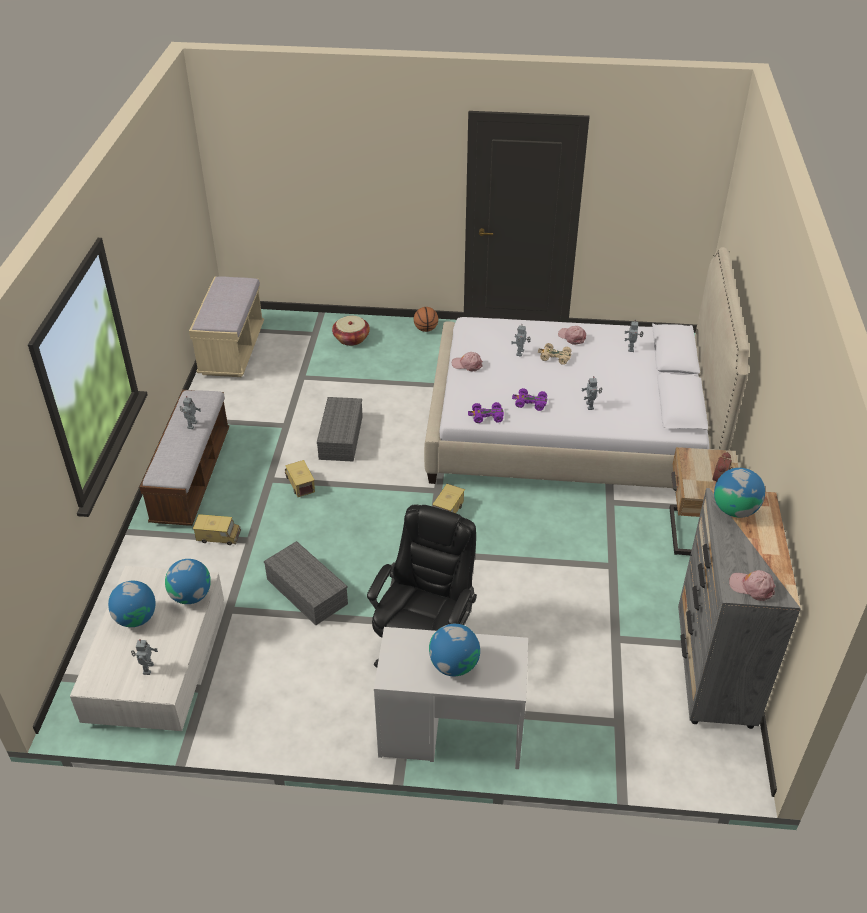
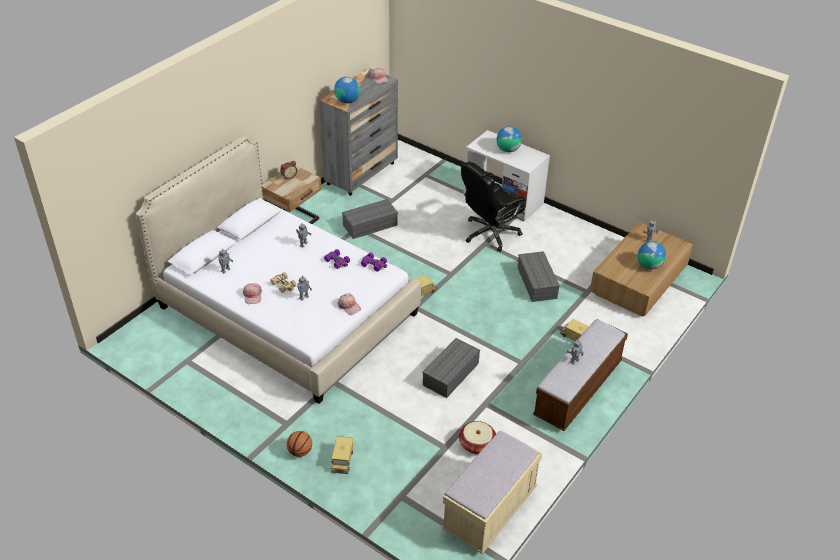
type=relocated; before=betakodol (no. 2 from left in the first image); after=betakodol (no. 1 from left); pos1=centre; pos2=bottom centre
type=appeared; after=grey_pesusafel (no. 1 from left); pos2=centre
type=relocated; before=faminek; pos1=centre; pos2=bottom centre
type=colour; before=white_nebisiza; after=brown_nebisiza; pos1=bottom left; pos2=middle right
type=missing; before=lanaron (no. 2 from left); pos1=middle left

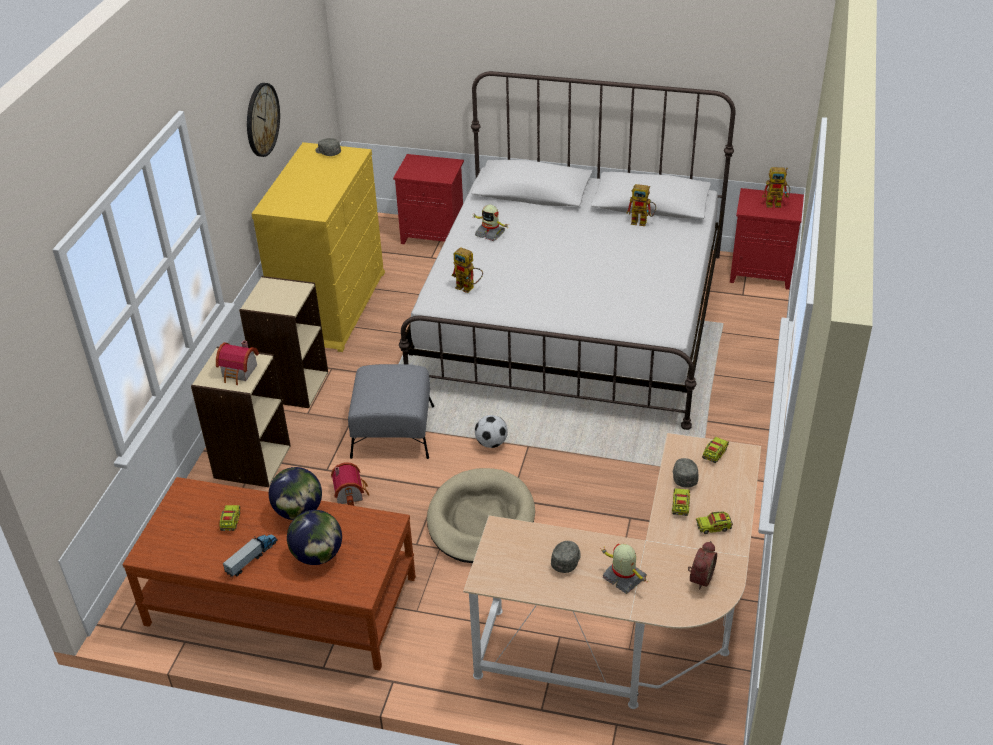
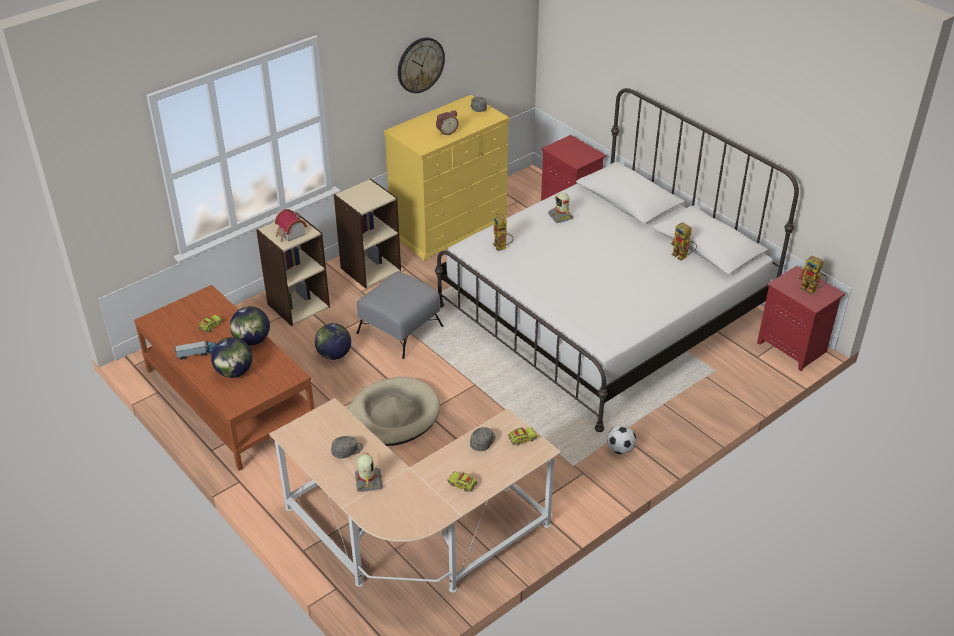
type=exchanged; before=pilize (no. 2 from left); after=lanaron (no. 3 from left); pos1=centre; pos2=centre
type=relocated; before=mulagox; pos1=bottom right; pos2=top centre
type=relocated; before=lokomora; pos1=centre; pos2=bottom centre
type=missing; before=betakodol (no. 3 from left); pos1=bottom right

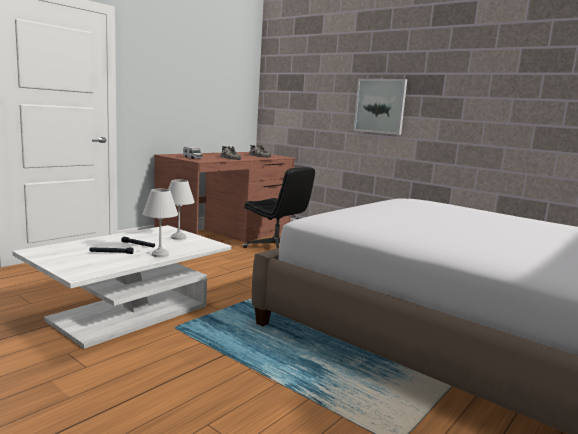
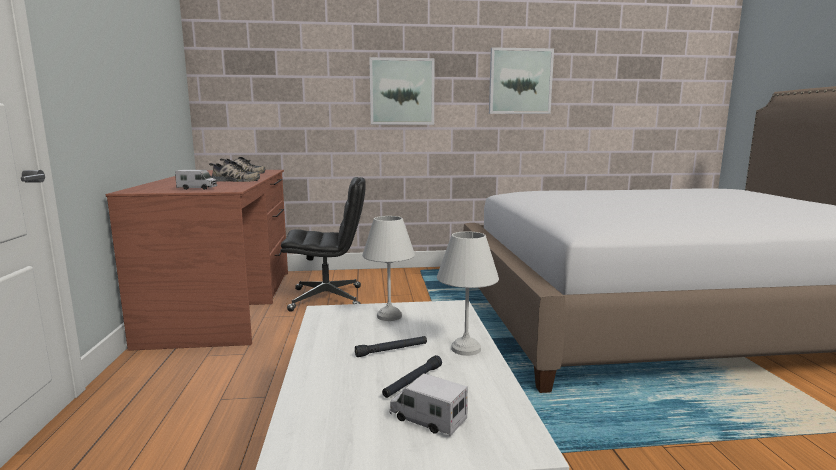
type=appeared; after=betakodol (no. 2 from left); pos2=bottom centre
type=appeared; after=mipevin (no. 2 from left); pos2=top centre

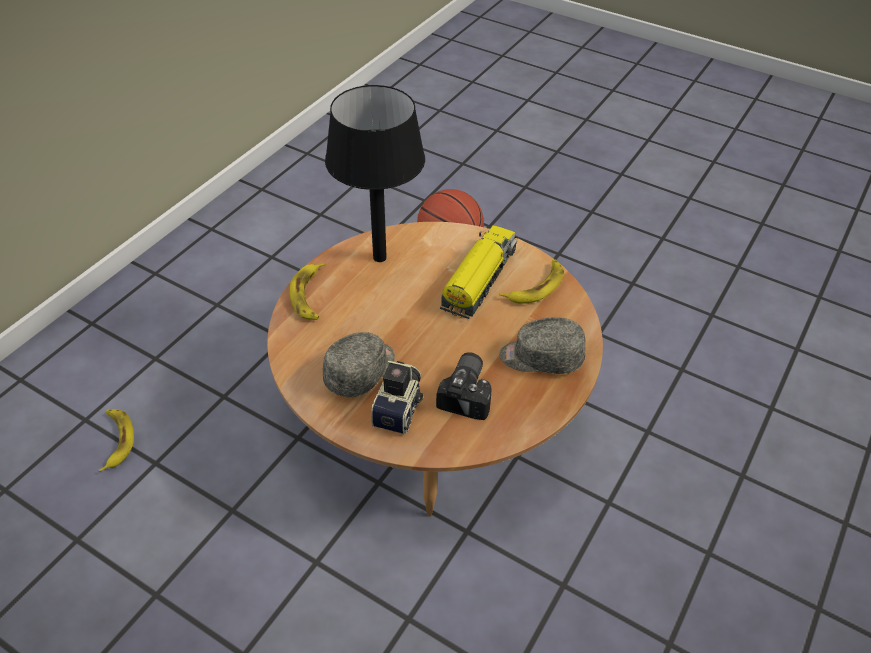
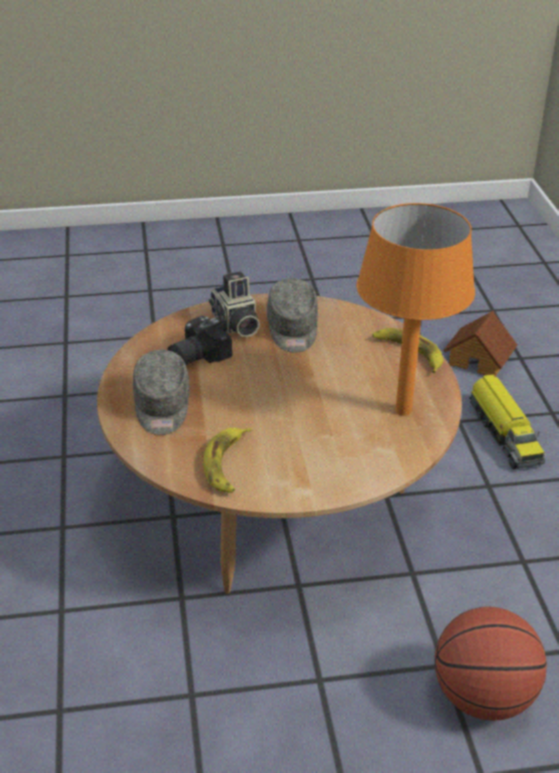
type=spun; before=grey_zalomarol (no. 2 from left in the first image); pos1=centre; pos2=middle left; turn=120
type=spun; before=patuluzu (no. 2 from left in the first image); pos1=centre; pos2=centre; turn=75
type=colour; before=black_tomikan; after=orange_tomikan; pos1=top centre; pos2=middle right
type=exchanged; before=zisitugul (no. 1 from left); after=pilize; pos1=bottom left; pos2=middle right
type=relocated; before=betakodol; pos1=centre; pos2=middle right

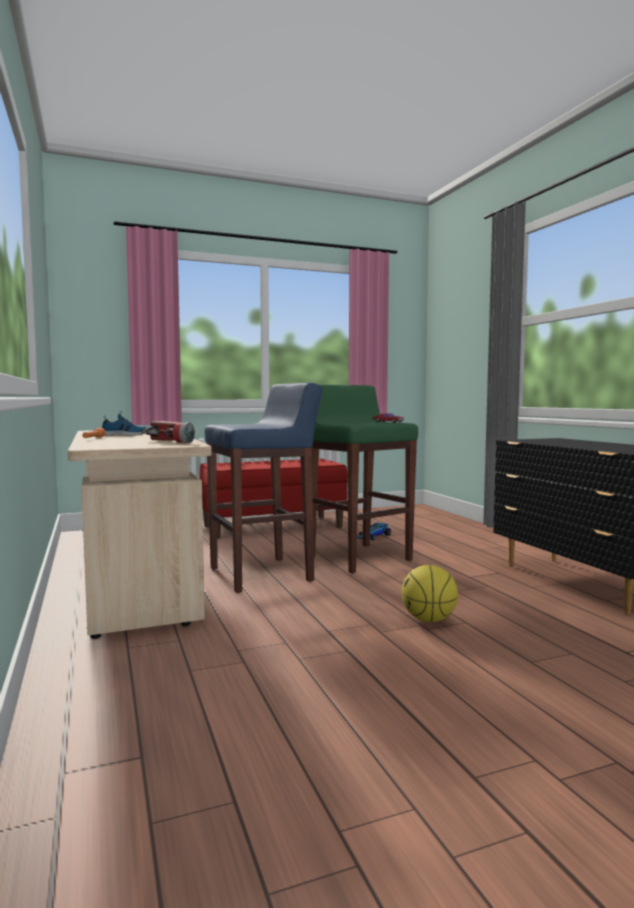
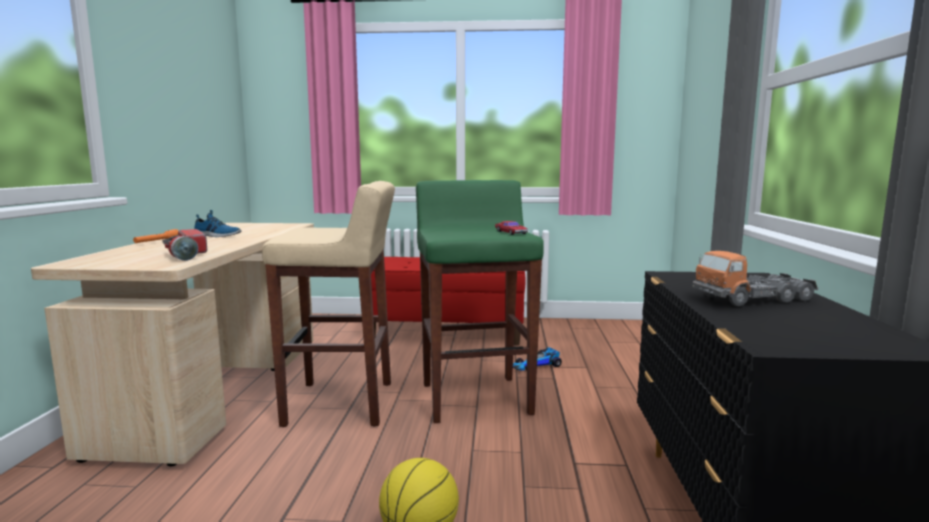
type=colour; before=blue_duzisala; after=beige_duzisala; pos1=centre; pos2=centre
type=appeared; after=betakodol; pos2=middle right

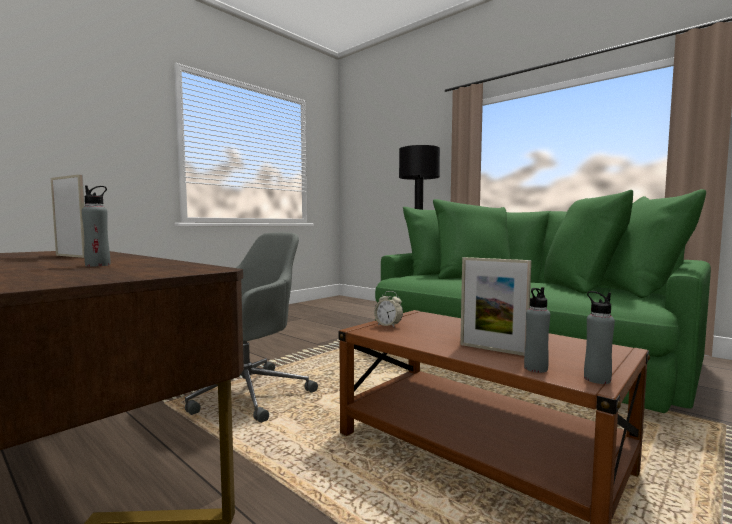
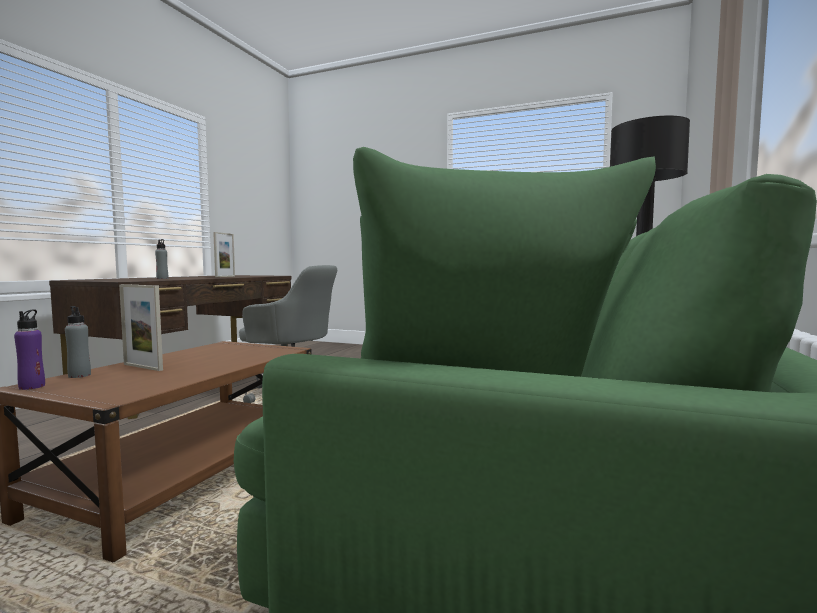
type=colour; before=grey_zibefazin (no. 3 from left); after=purple_zibefazin; pos1=middle right; pos2=middle left
type=spun; before=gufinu (no. 2 from left in the first image); pos1=middle right; pos2=middle left; turn=-75
type=missing; before=mulagox; pos1=centre

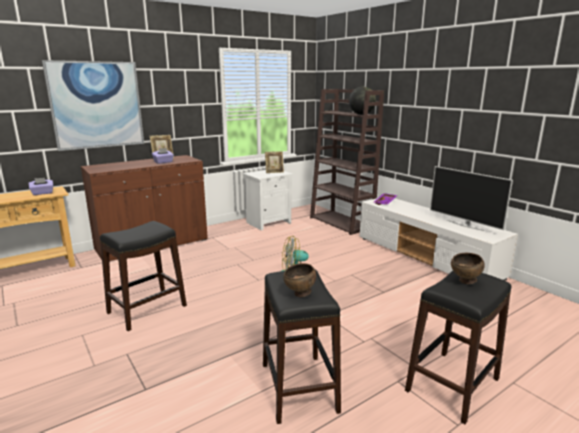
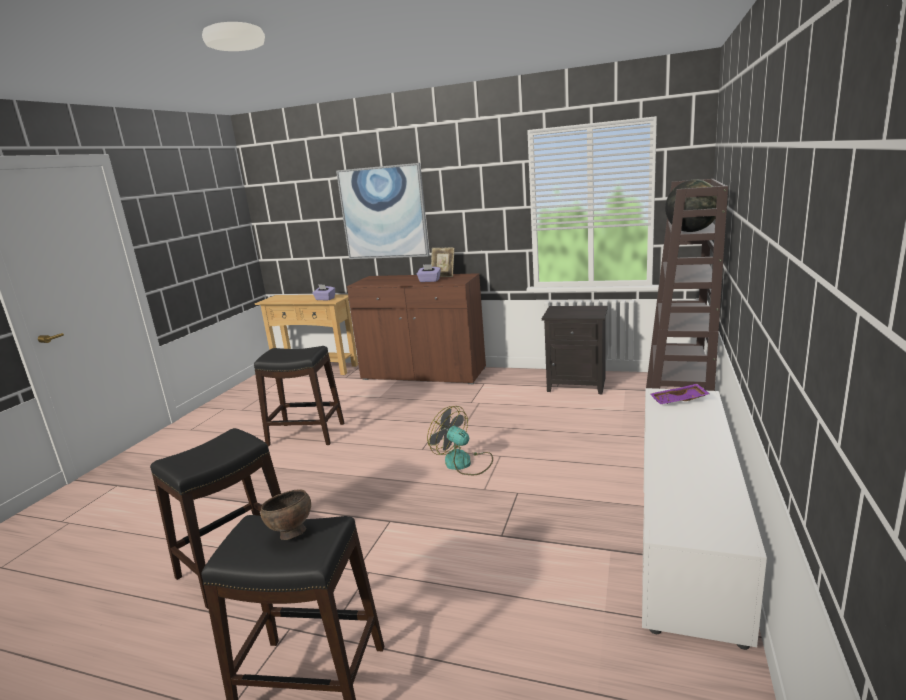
type=colour; before=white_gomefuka; after=black_gomefuka; pos1=centre; pos2=centre
type=missing; before=gufinu (no. 2 from left); pos1=centre
type=missing; before=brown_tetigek (no. 1 from left); pos1=centre
type=missing; before=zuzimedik; pos1=middle right

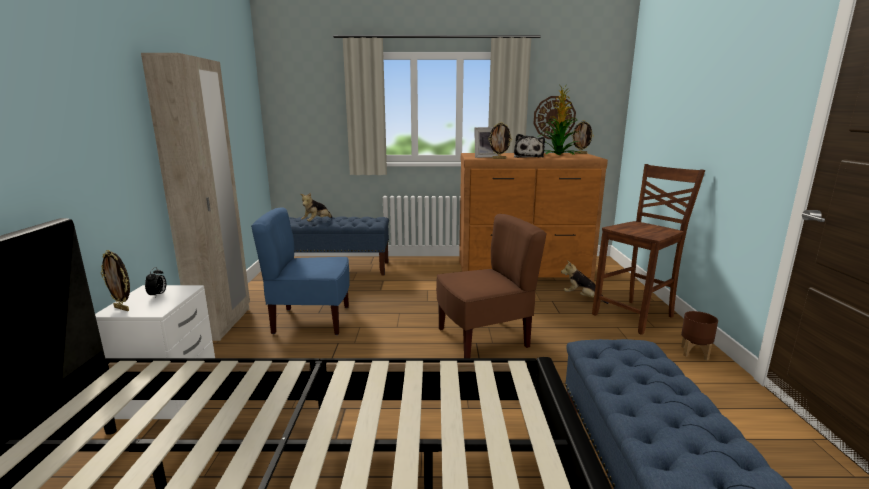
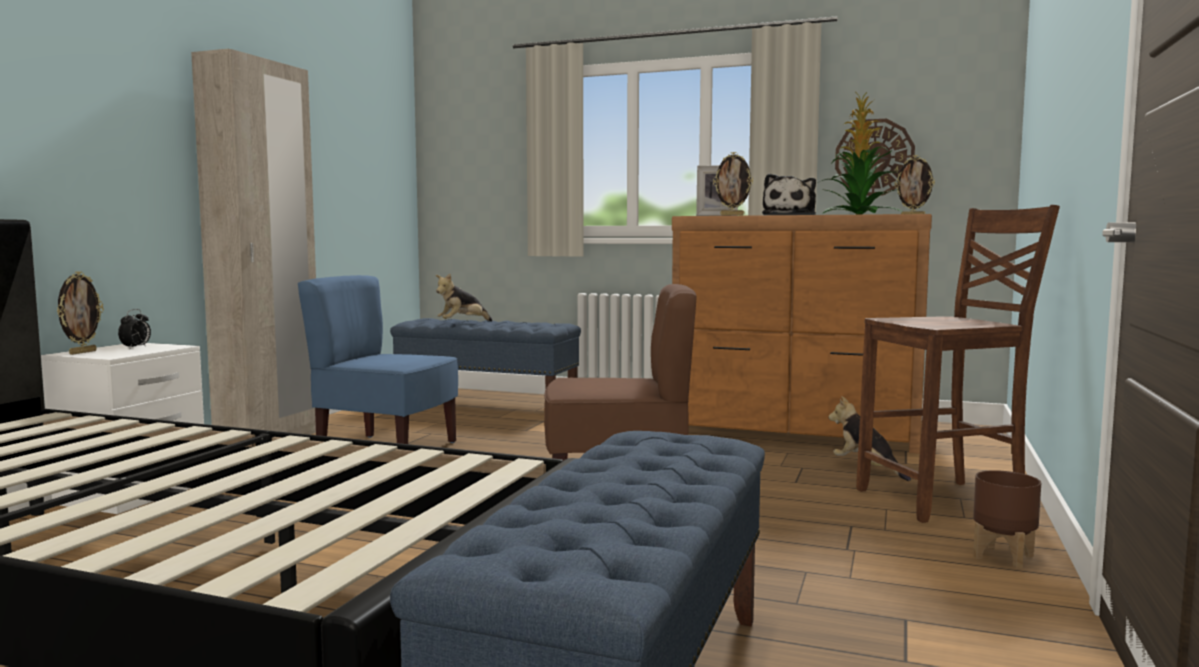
type=spun; before=gufinu (no. 1 from left); pos1=middle left; pos2=middle left; turn=-120

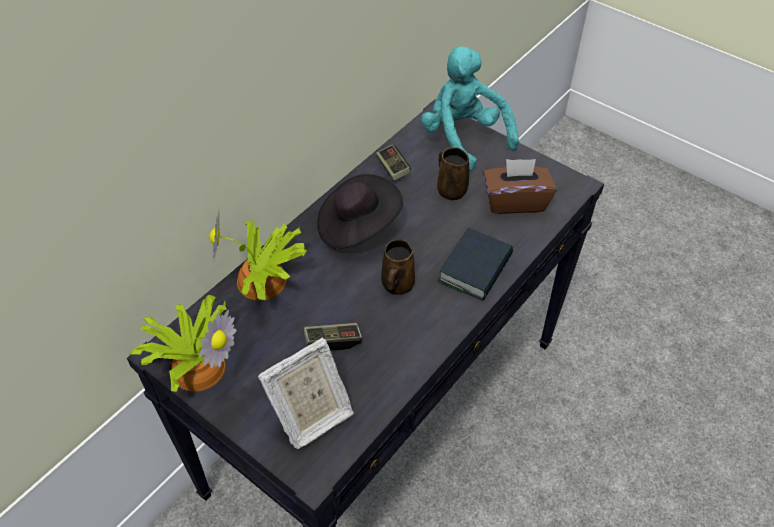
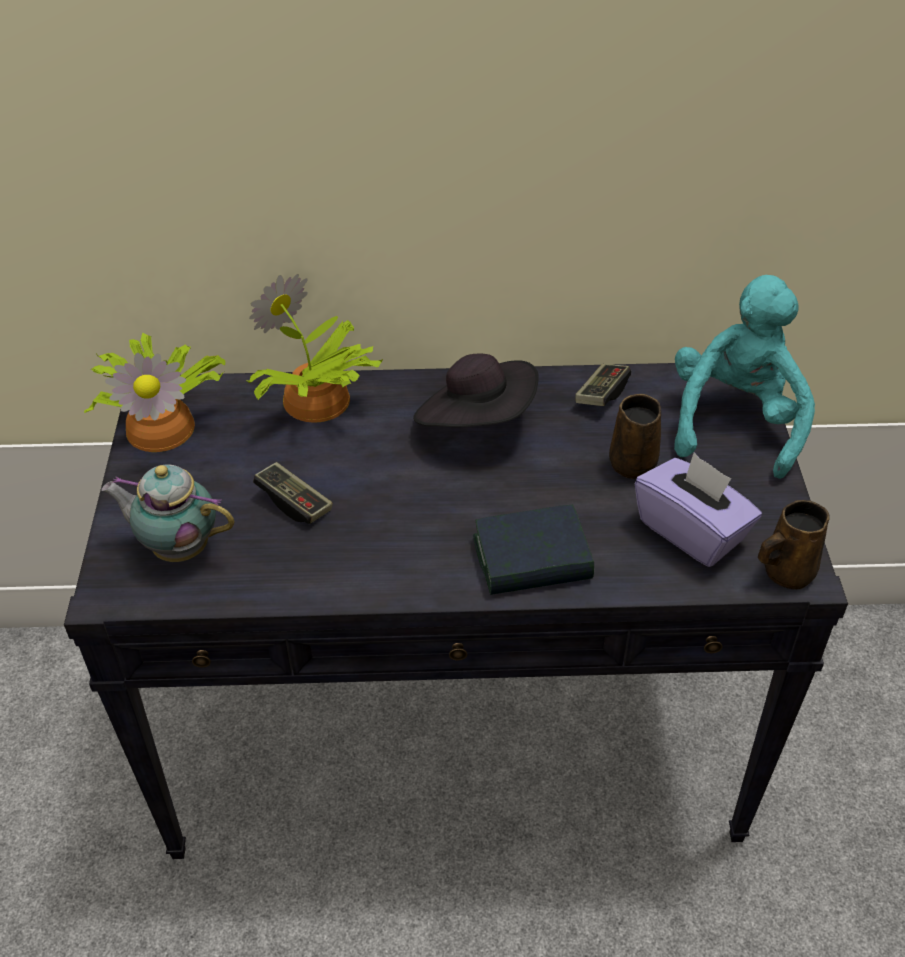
type=exchanged; before=gufinu; after=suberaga; pos1=bottom centre; pos2=middle left
type=colour; before=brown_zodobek; after=purple_zodobek; pos1=middle right; pos2=middle right
type=relocated; before=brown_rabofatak (no. 1 from left in the first image); after=brown_rabofatak (no. 2 from left); pos1=centre; pos2=middle right

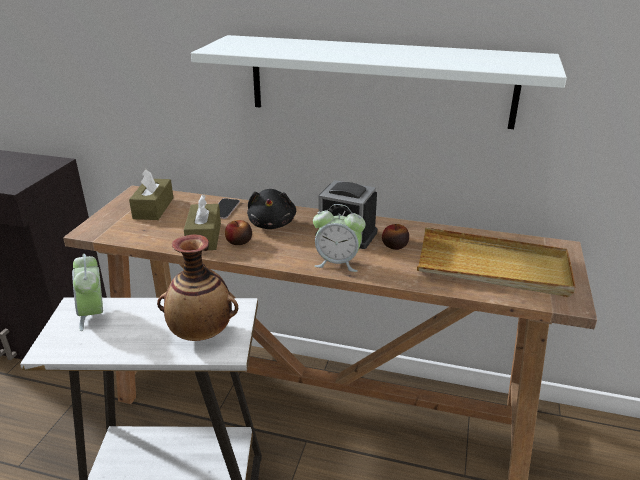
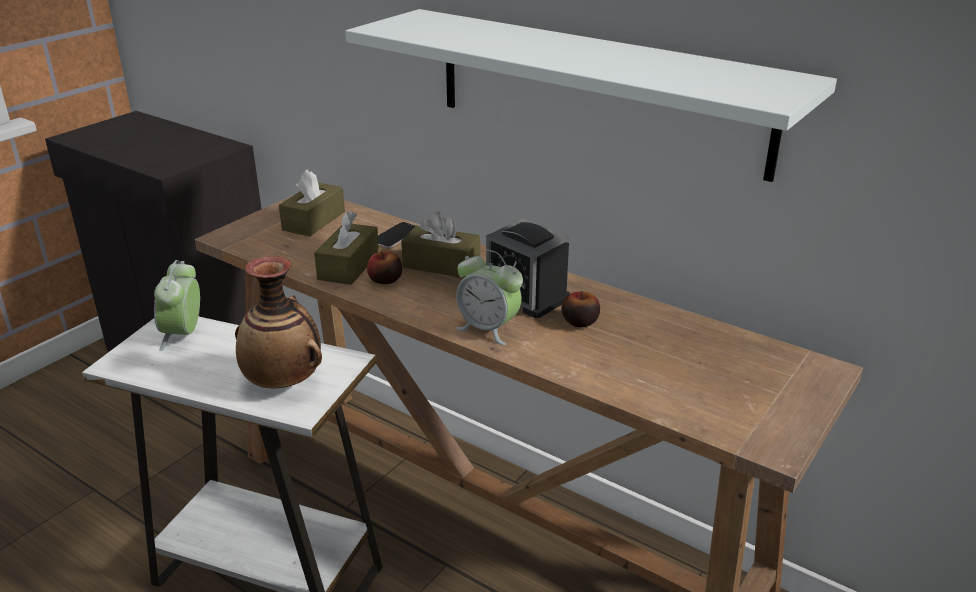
type=exchanged; before=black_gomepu; after=brown_zodobek (no. 3 from left); pos1=centre; pos2=centre
type=missing; before=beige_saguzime; pos1=middle right

